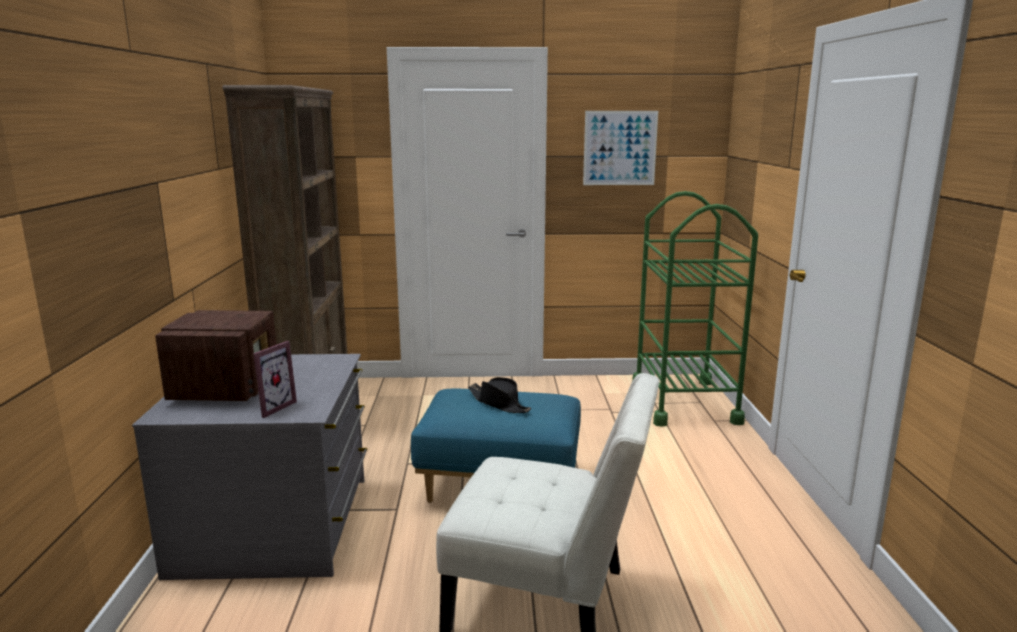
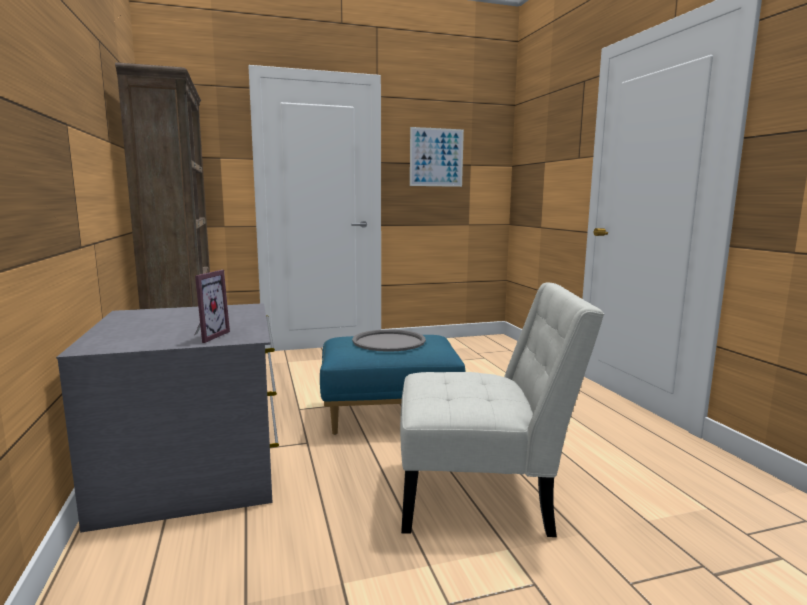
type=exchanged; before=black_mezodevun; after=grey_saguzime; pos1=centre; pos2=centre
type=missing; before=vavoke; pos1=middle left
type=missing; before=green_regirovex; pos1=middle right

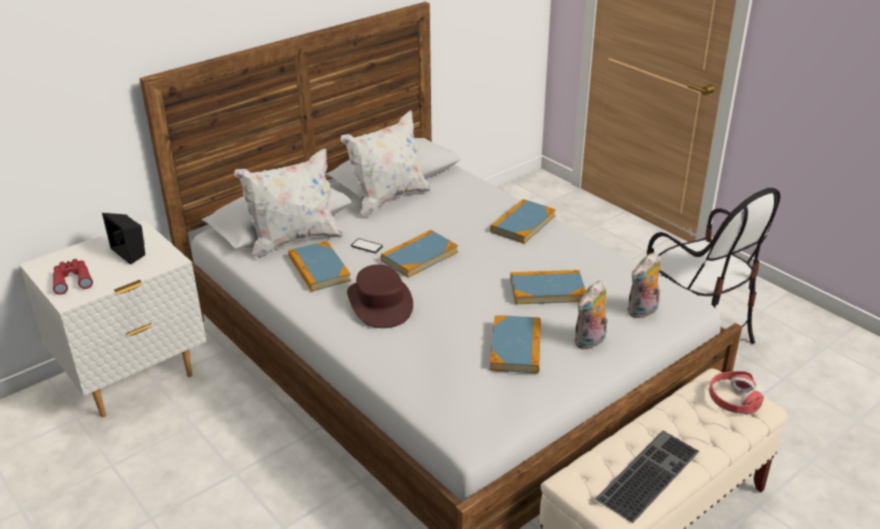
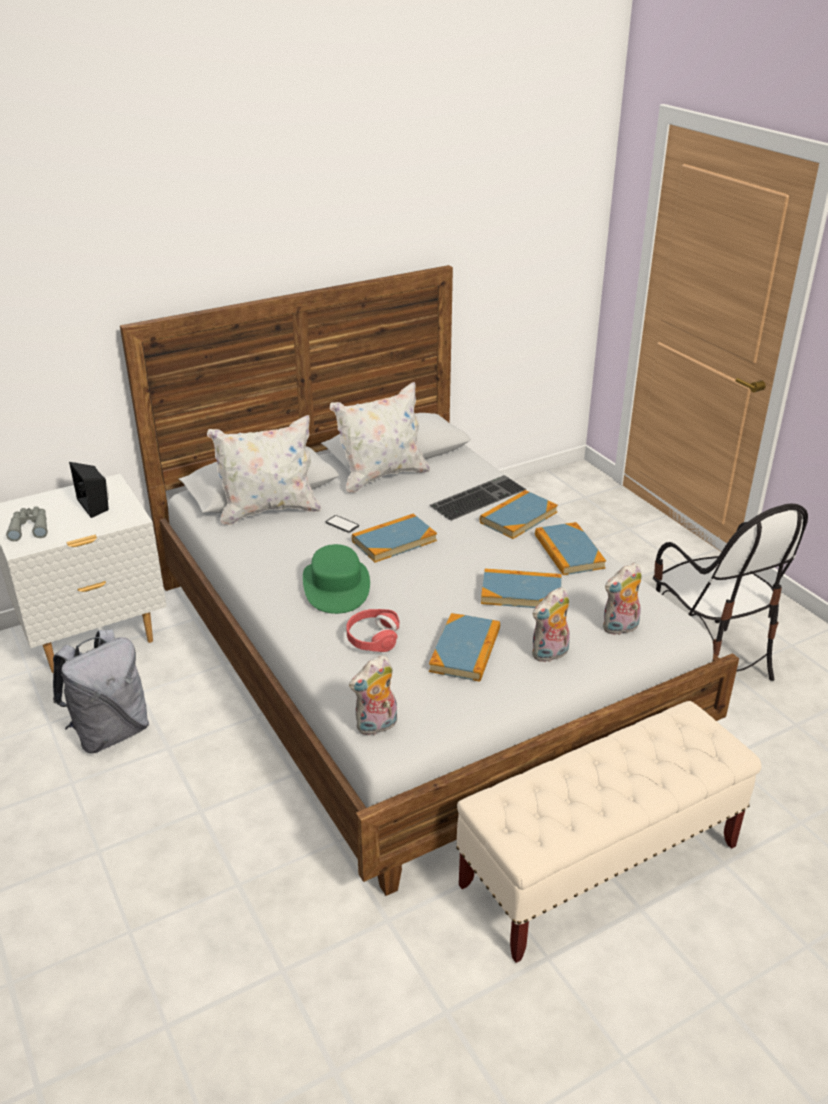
type=colour; before=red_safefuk; after=grey_safefuk; pos1=middle left; pos2=middle left
type=appeared; after=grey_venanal; pos2=middle left
type=colour; before=brown_mezodevun; after=green_mezodevun; pos1=centre; pos2=centre
type=relocated; before=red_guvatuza; pos1=bottom right; pos2=centre
type=appeared; after=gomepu (no. 1 from left); pos2=centre
type=relocated; before=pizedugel; pos1=bottom right; pos2=centre
type=relocated; before=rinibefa (no. 1 from left in the first image); after=rinibefa (no. 5 from left); pos1=centre; pos2=middle right

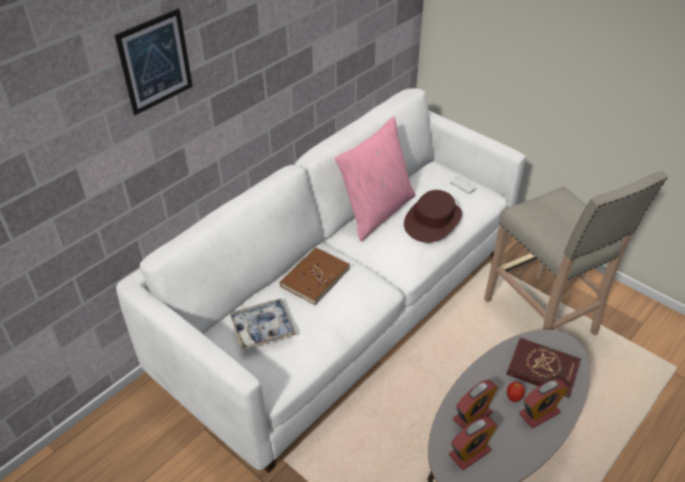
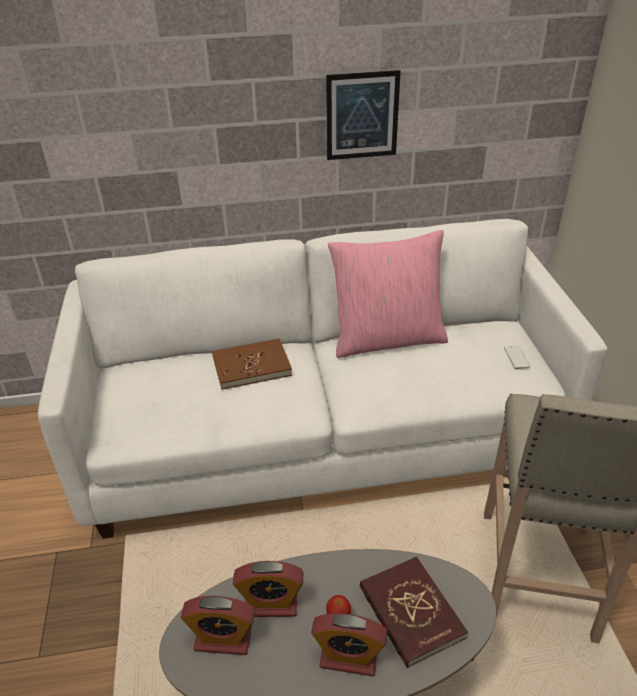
type=relocated; before=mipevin; pos1=top left; pos2=top centre
type=missing; before=saguzime; pos1=bottom centre
type=missing; before=brown_mezodevun; pos1=centre

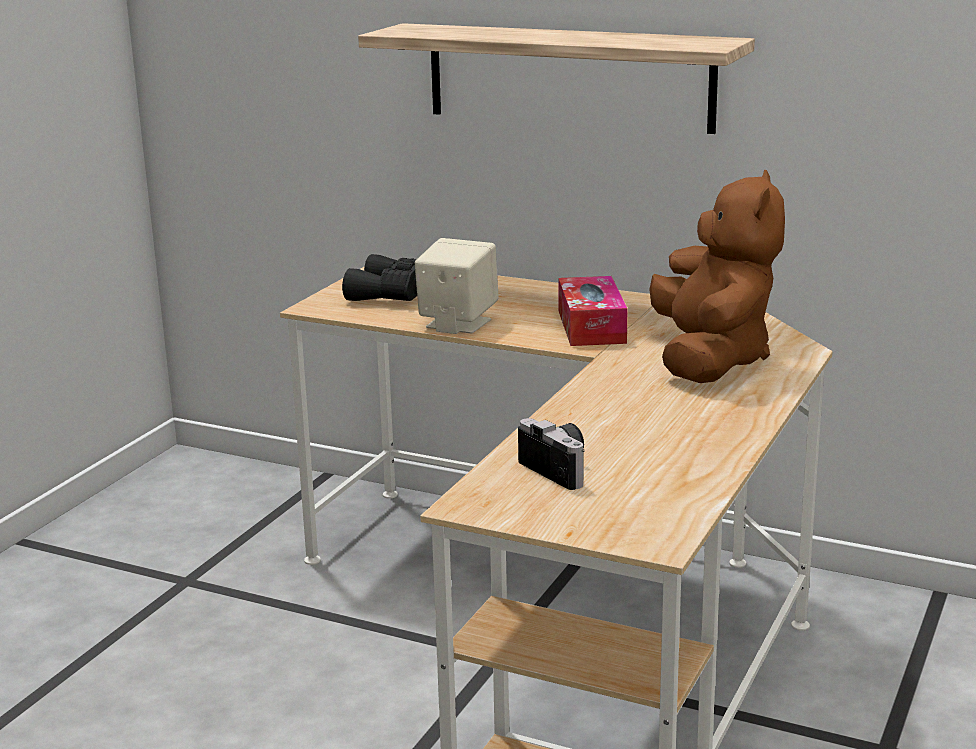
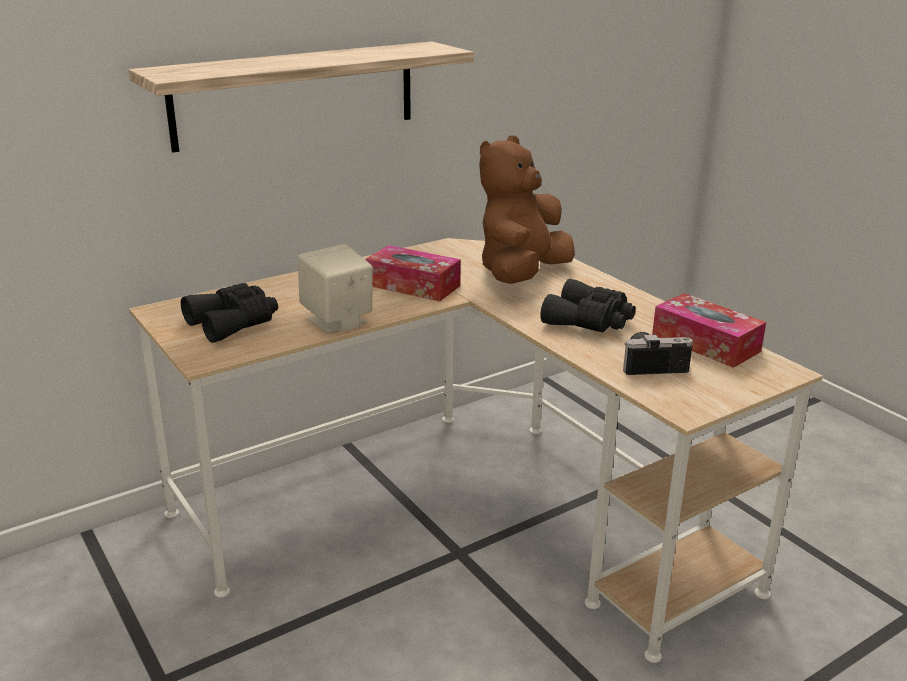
type=spun; before=brown_gomepu; pos1=middle right; pos2=top centre; turn=-90
type=appeared; after=black_safefuk (no. 2 from left); pos2=centre
type=appeared; after=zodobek (no. 2 from left); pos2=middle right

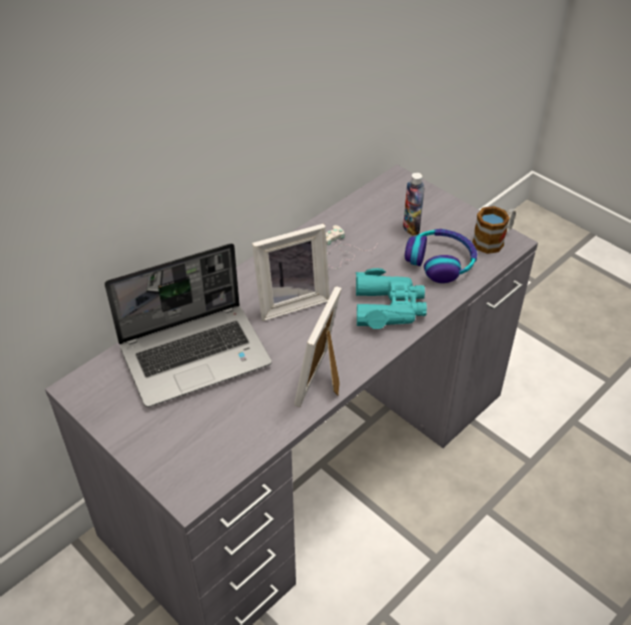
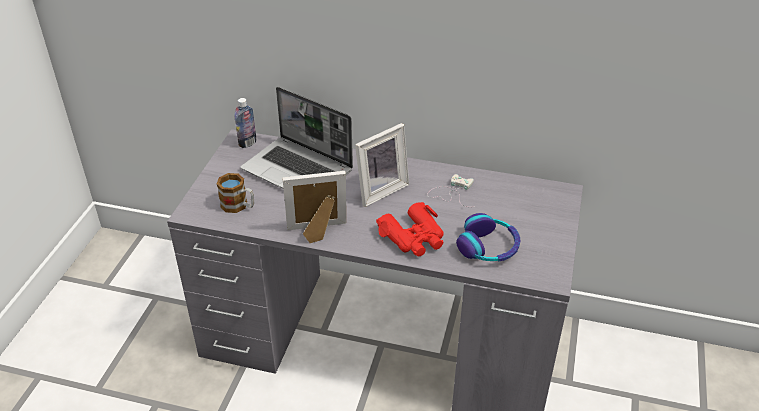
type=relocated; before=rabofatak; pos1=middle right; pos2=middle left
type=relocated; before=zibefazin; pos1=top centre; pos2=top left
type=spun; before=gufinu (no. 1 from left in the first image); pos1=centre; pos2=centre; turn=-75
type=colour; before=turquoise_safefuk; after=red_safefuk; pos1=centre; pos2=centre

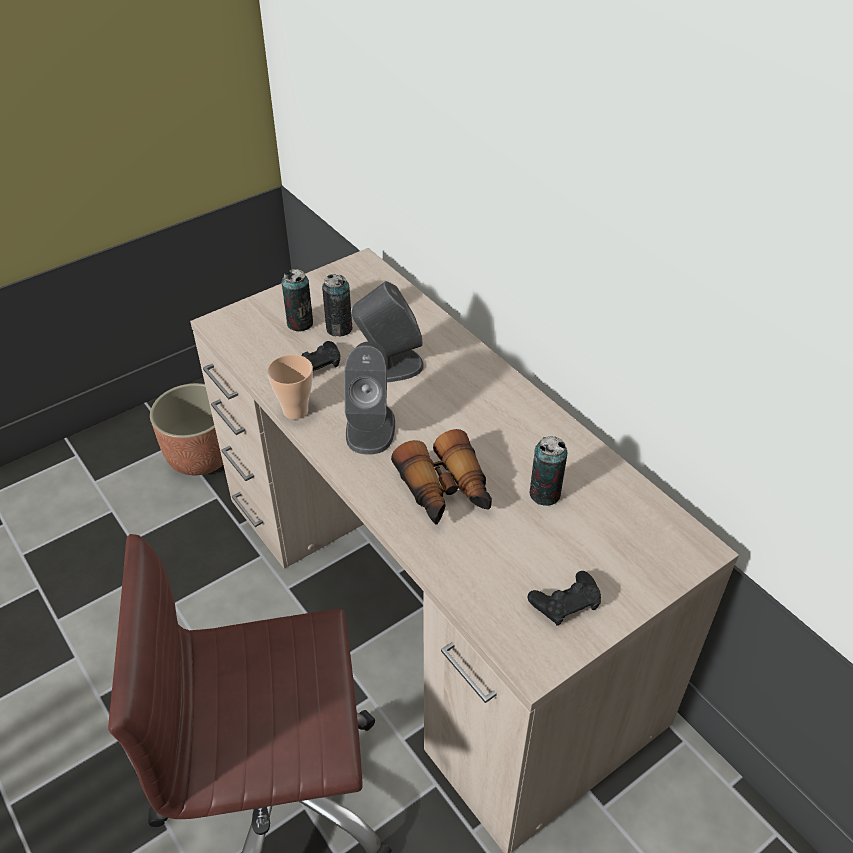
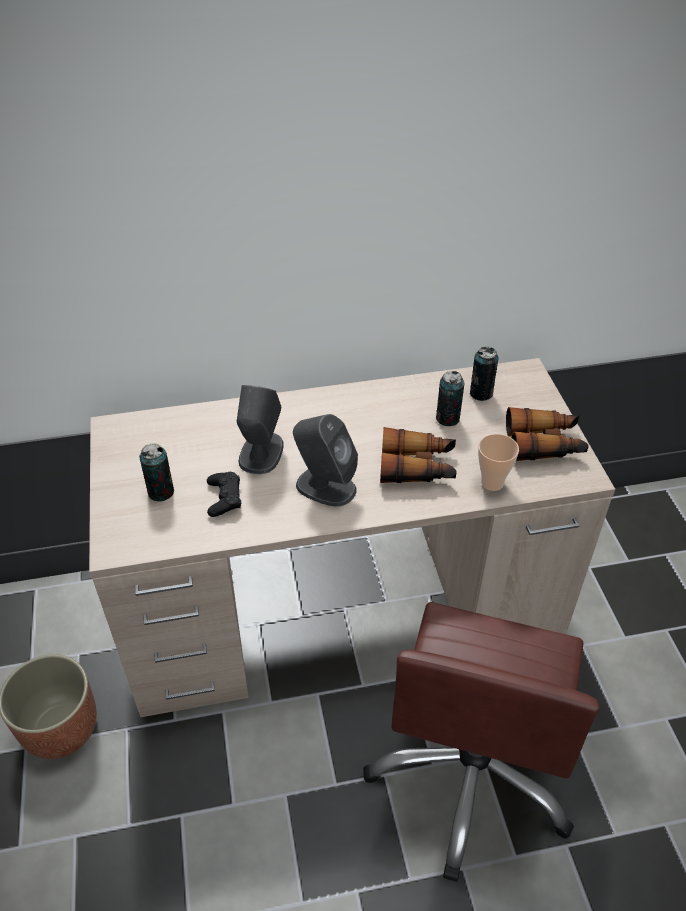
type=relocated; before=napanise (no. 2 from left in the first image); after=napanise (no. 3 from left); pos1=centre; pos2=middle right
type=relocated; before=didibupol; pos1=centre; pos2=middle right
type=exchanged; before=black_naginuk (no. 2 from left); after=safefuk (no. 2 from left); pos1=bottom centre; pos2=middle right

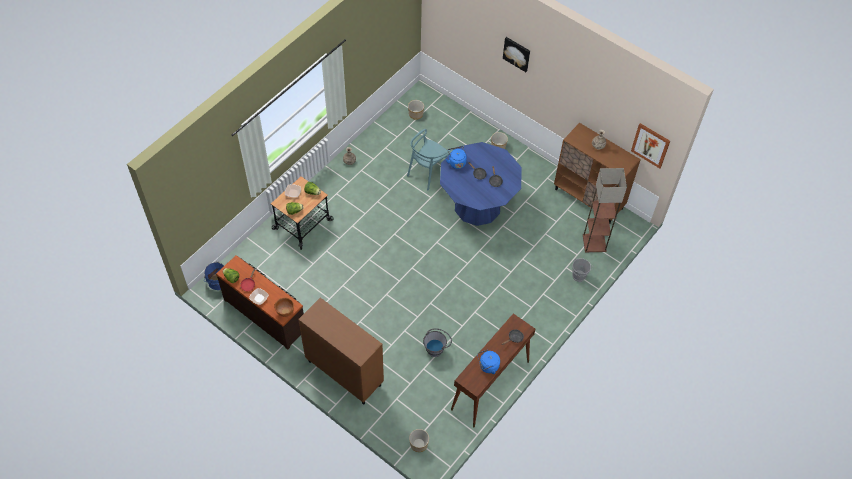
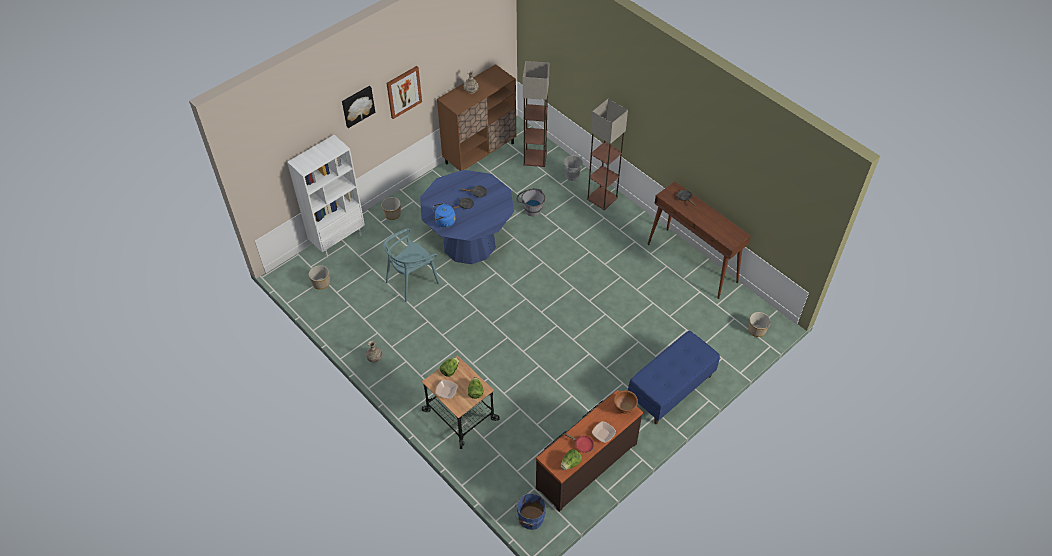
type=appeared; after=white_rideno; pos2=middle left
type=spun; before=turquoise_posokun; pos1=top centre; pos2=centre; turn=90
type=relocated; before=mipevin (no. 2 from left); pos1=top right; pos2=top centre
type=relocated; before=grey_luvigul (no. 1 from left); pos1=bottom centre; pos2=centre
type=appeared; after=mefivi (no. 2 from left); pos2=top centre
type=exchanged; before=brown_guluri (no. 1 from left); after=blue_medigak; pos1=bottom centre; pos2=bottom centre
type=missing; before=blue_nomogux (no. 2 from left); pos1=bottom centre

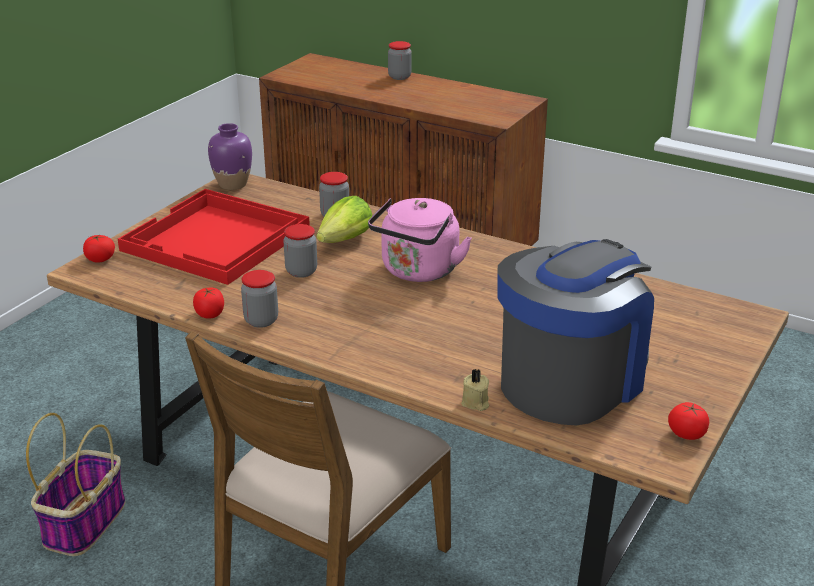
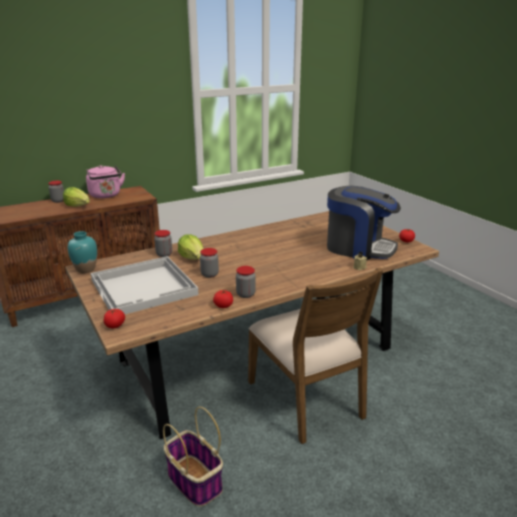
type=appeared; after=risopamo (no. 1 from left); pos2=middle left
type=colour; before=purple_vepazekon; after=turquoise_vepazekon; pos1=top left; pos2=middle left
type=relocated; before=pink_nomogux; pos1=centre; pos2=middle left
type=colour; before=red_saguzime; after=white_saguzime; pos1=middle left; pos2=middle left
type=spun; before=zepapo; pos1=middle right; pos2=middle right; turn=135

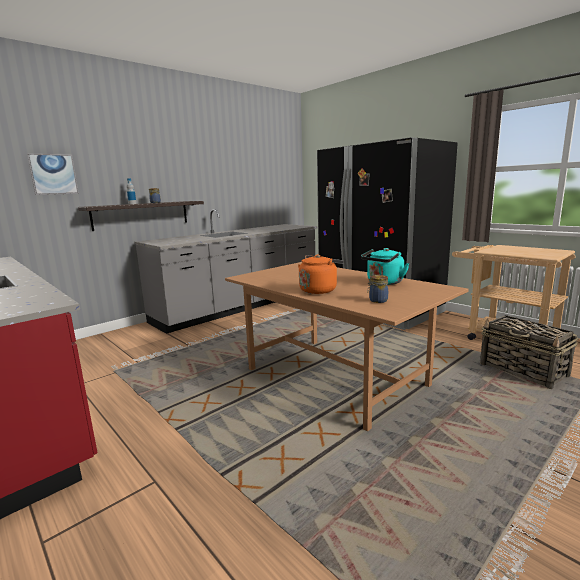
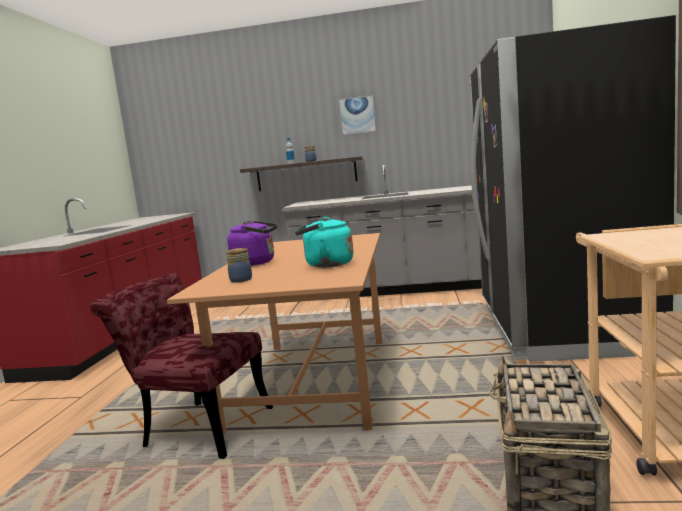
type=appeared; after=red_posokun; pos2=bottom left
type=colour; before=orange_nomogux; after=purple_nomogux; pos1=centre; pos2=centre
type=relocated; before=mipevin; pos1=top left; pos2=top centre

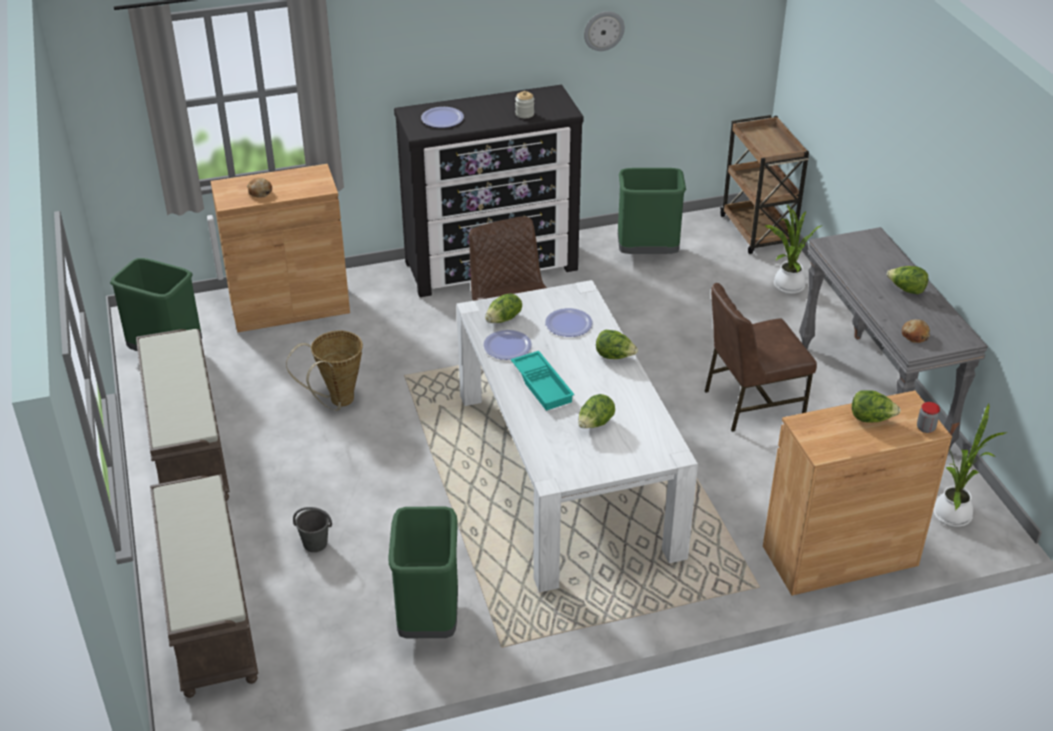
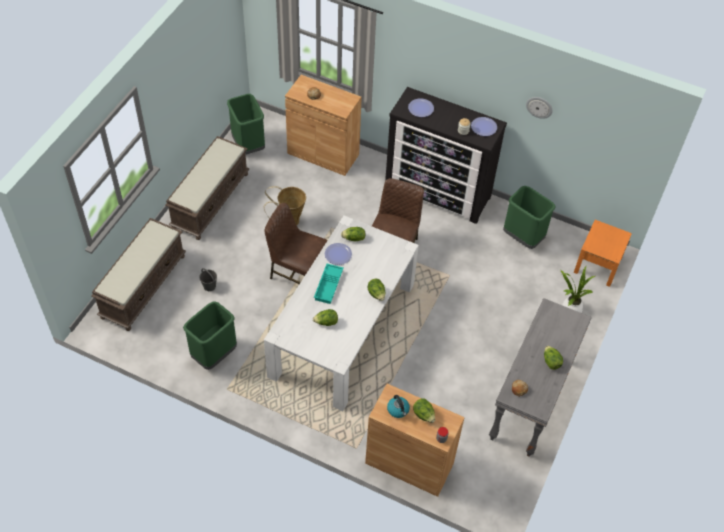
type=relocated; before=brown_posokun (no. 2 from left in the first image); after=brown_posokun (no. 1 from left); pos1=middle right; pos2=centre
type=appeared; after=nomogux; pos2=bottom centre
type=relocated; before=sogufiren (no. 3 from left); pos1=centre; pos2=top right
type=exchanged; before=brown_regirovex; after=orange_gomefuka; pos1=top right; pos2=middle right
type=missing; before=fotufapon (no. 2 from left); pos1=middle right

